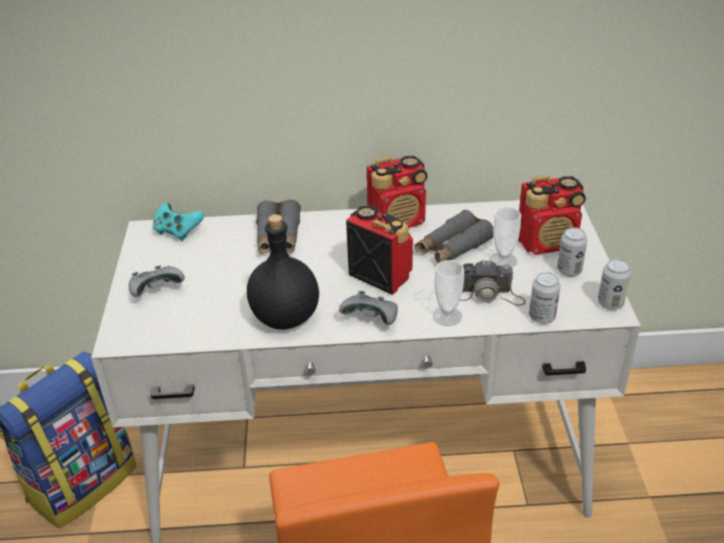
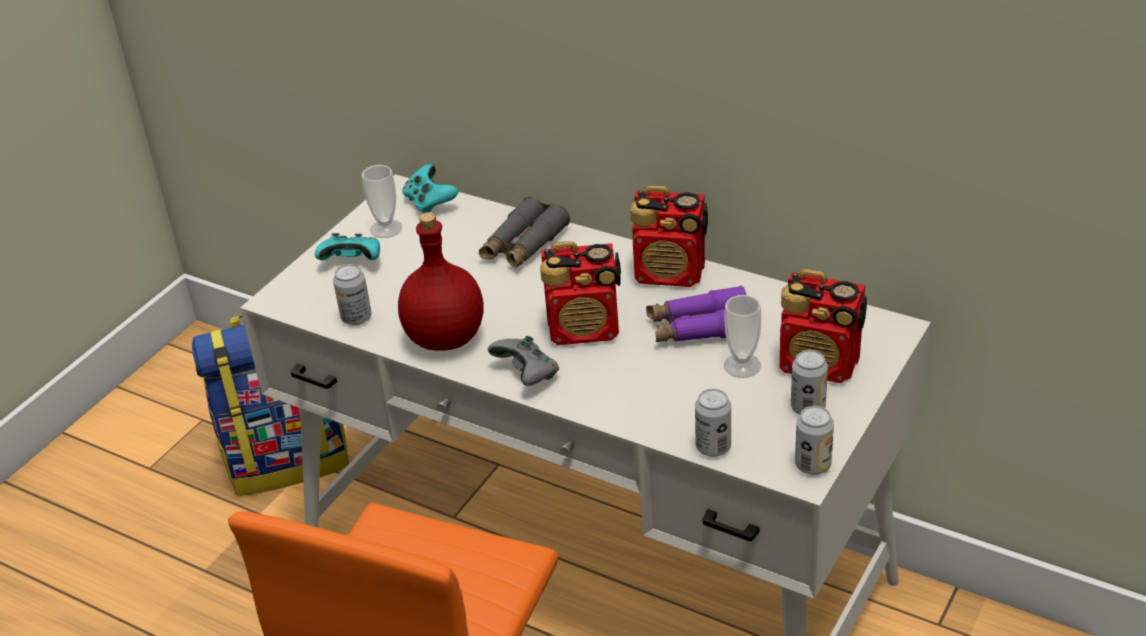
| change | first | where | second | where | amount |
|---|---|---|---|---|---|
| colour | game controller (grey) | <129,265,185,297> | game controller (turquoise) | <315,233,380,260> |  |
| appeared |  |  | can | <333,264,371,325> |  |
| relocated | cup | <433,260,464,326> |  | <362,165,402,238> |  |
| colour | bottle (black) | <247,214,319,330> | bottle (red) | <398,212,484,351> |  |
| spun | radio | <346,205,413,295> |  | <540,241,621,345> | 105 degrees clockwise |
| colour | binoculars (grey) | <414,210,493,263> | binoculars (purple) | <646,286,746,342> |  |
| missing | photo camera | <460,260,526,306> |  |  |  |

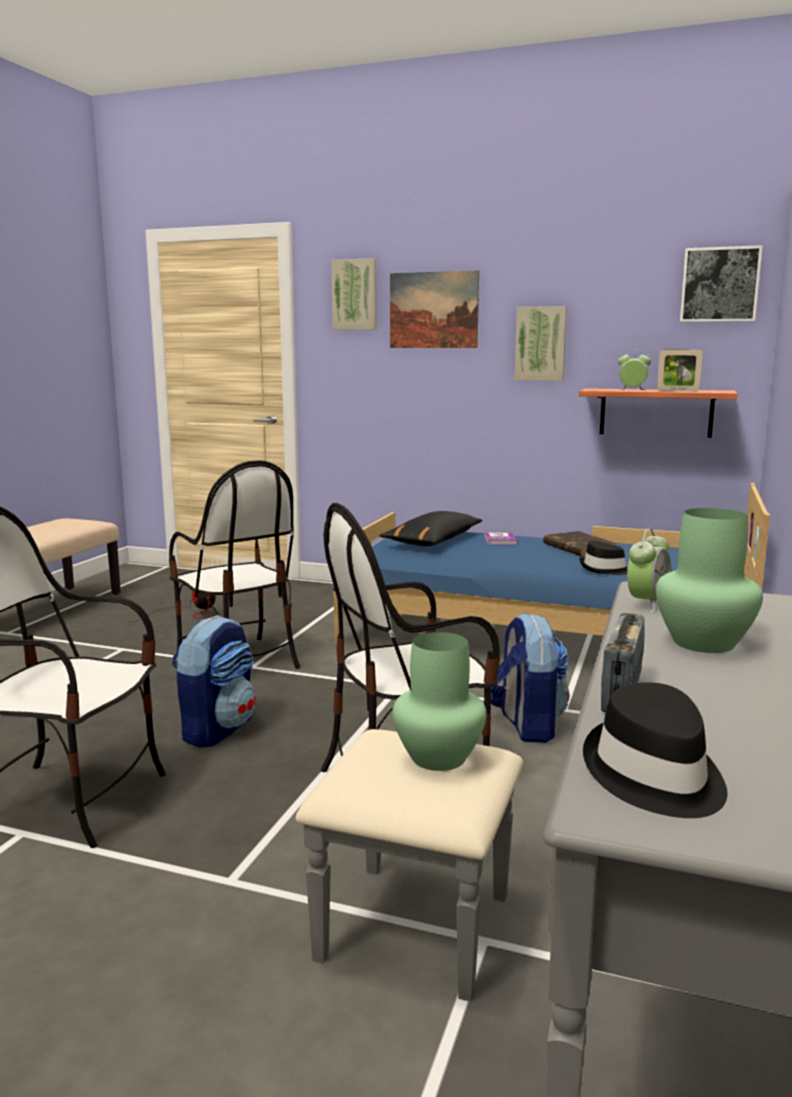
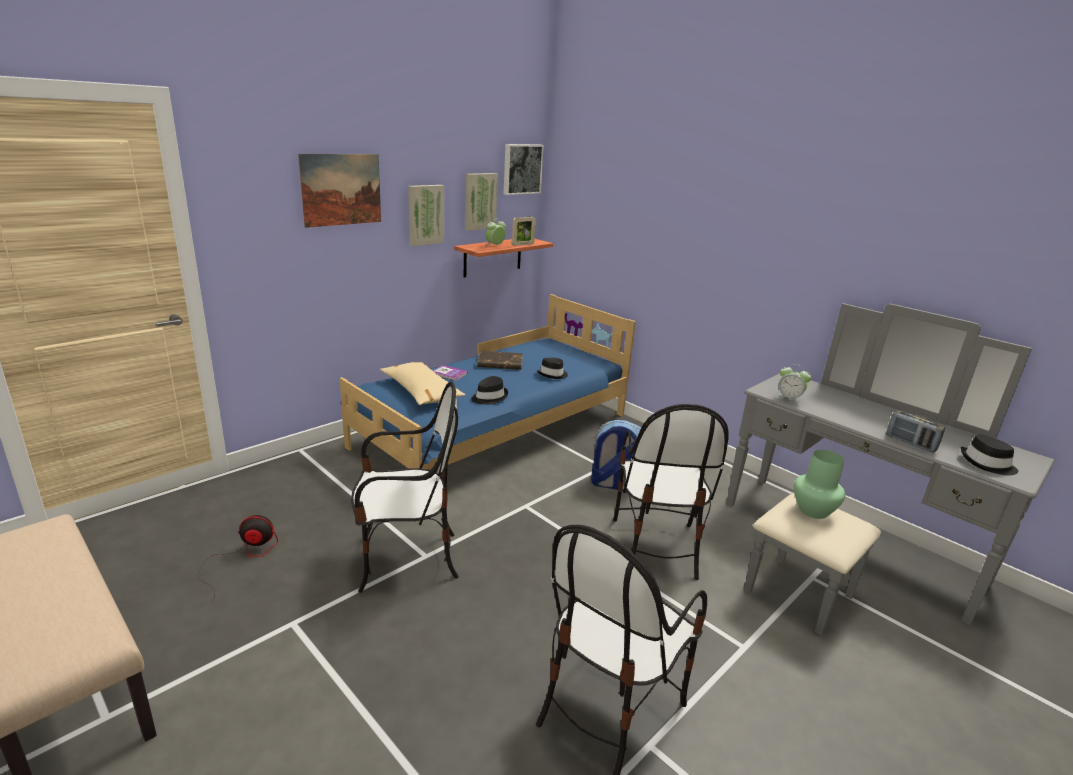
| change | first | where | second | where | amount |
|---|---|---|---|---|---|
| colour | pillow (black) | <379,511,483,546> | pillow (beige) | <380,362,465,405> |  |
| relocated | picture | <331,258,377,330> |  | <465,173,498,231> |  |
| appeared |  |  | hat (black) | <471,376,508,405> |  |
| spun | alarm clock | <627,529,671,613> |  | <776,364,811,405> | 150 degrees clockwise |
| missing | backpack | <172,615,256,748> |  |  |  |
| missing | vase (green) | <656,508,763,653> |  |  |  |

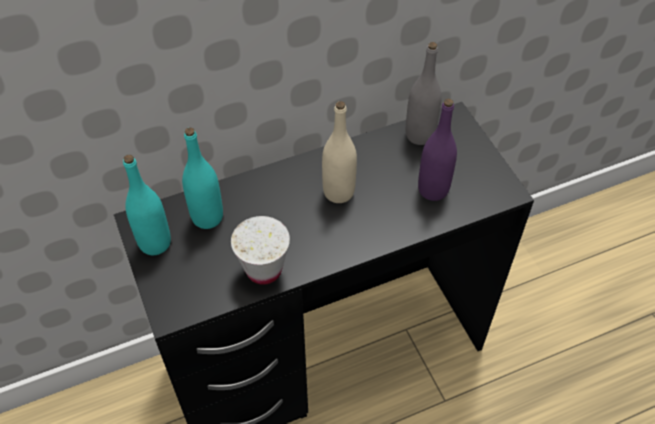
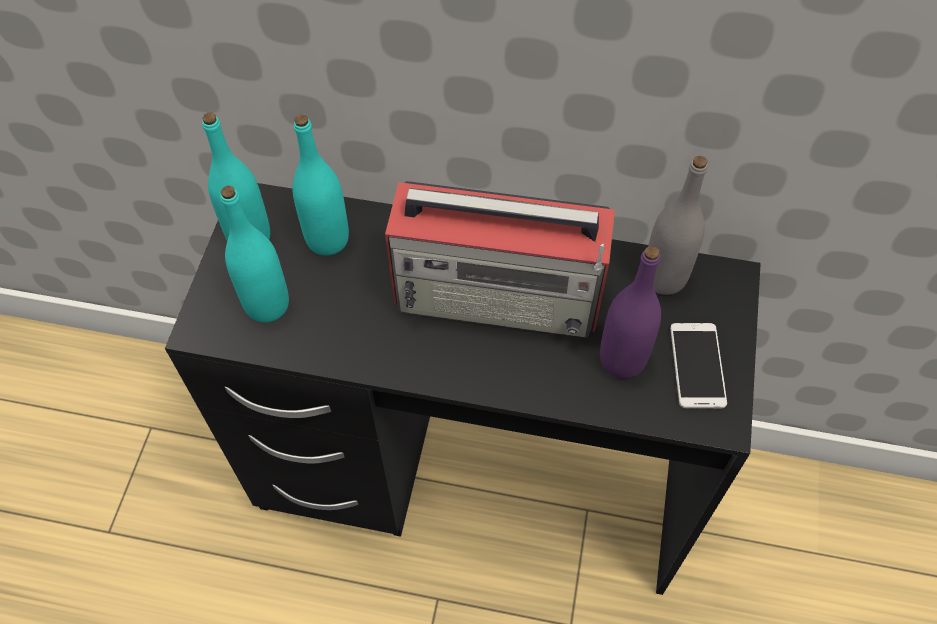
| change | first | where | second | where | amount |
|---|---|---|---|---|---|
| appeared |  |  | bottle (turquoise) | <221,186,289,322> |  |
| exchanged | bottle (beige) | <322,101,357,203> | radio | <385,181,615,338> |  |
| appeared |  |  | phone | <670,323,727,408> |  |
| missing | cup (white) | <231,216,290,285> |  |  |  |

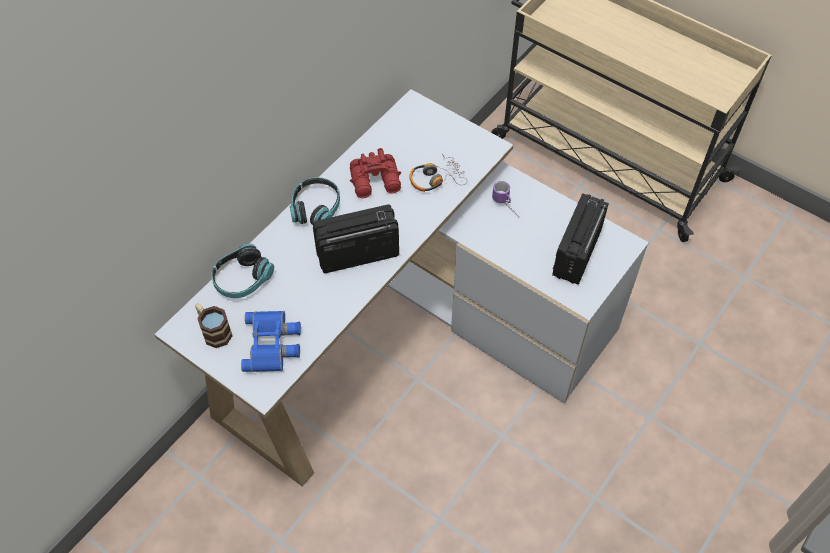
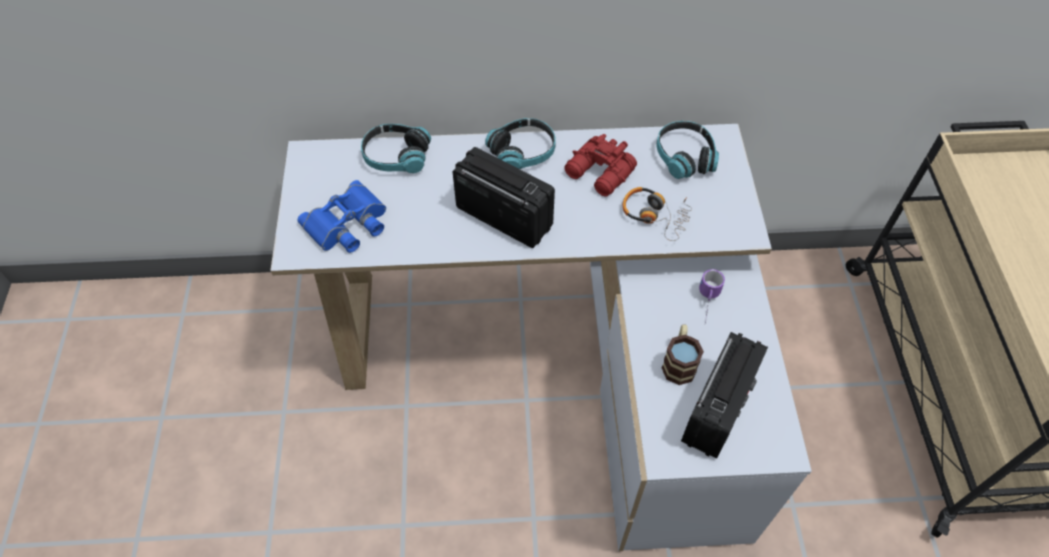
| change | first | where | second | where | amount |
|---|---|---|---|---|---|
| appeared |  |  | headphones | <656,121,719,179> |  |
| relocated | mug | <195,304,233,348> |  | <662,324,704,385> |  |
| spun | radio | <552,193,609,285> |  | <681,332,768,459> | 135 degrees clockwise |

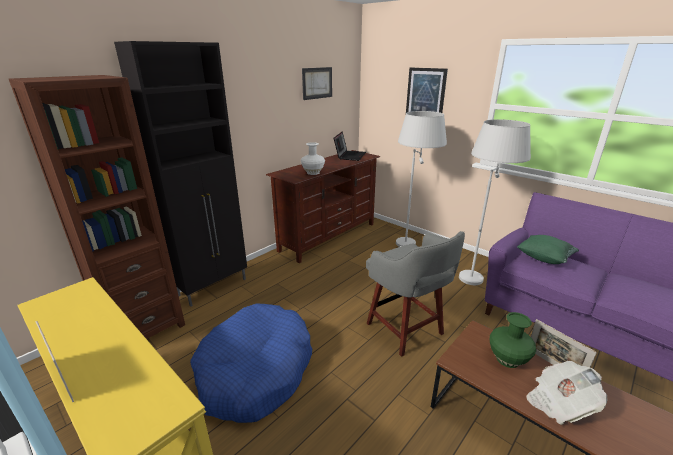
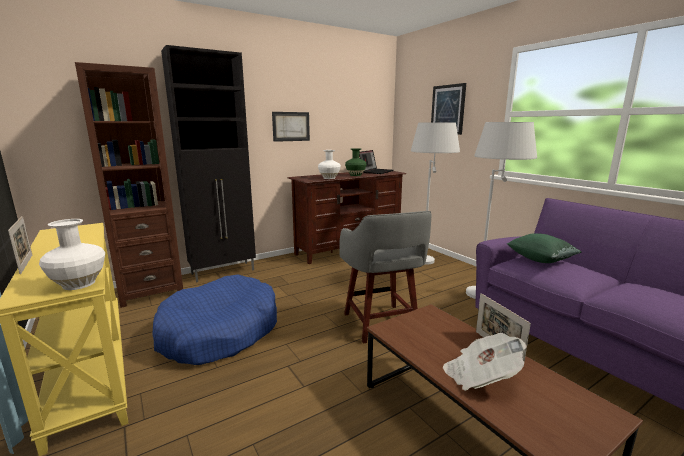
| change | first | where | second | where | amount |
|---|---|---|---|---|---|
| appeared |  |  | vase (white) | <39,219,105,290> |  |
| relocated | picture | <302,67,332,100> |  | <272,112,310,142> |  |
| relocated | vase (green) | <490,312,536,368> |  | <345,148,367,176> |  |

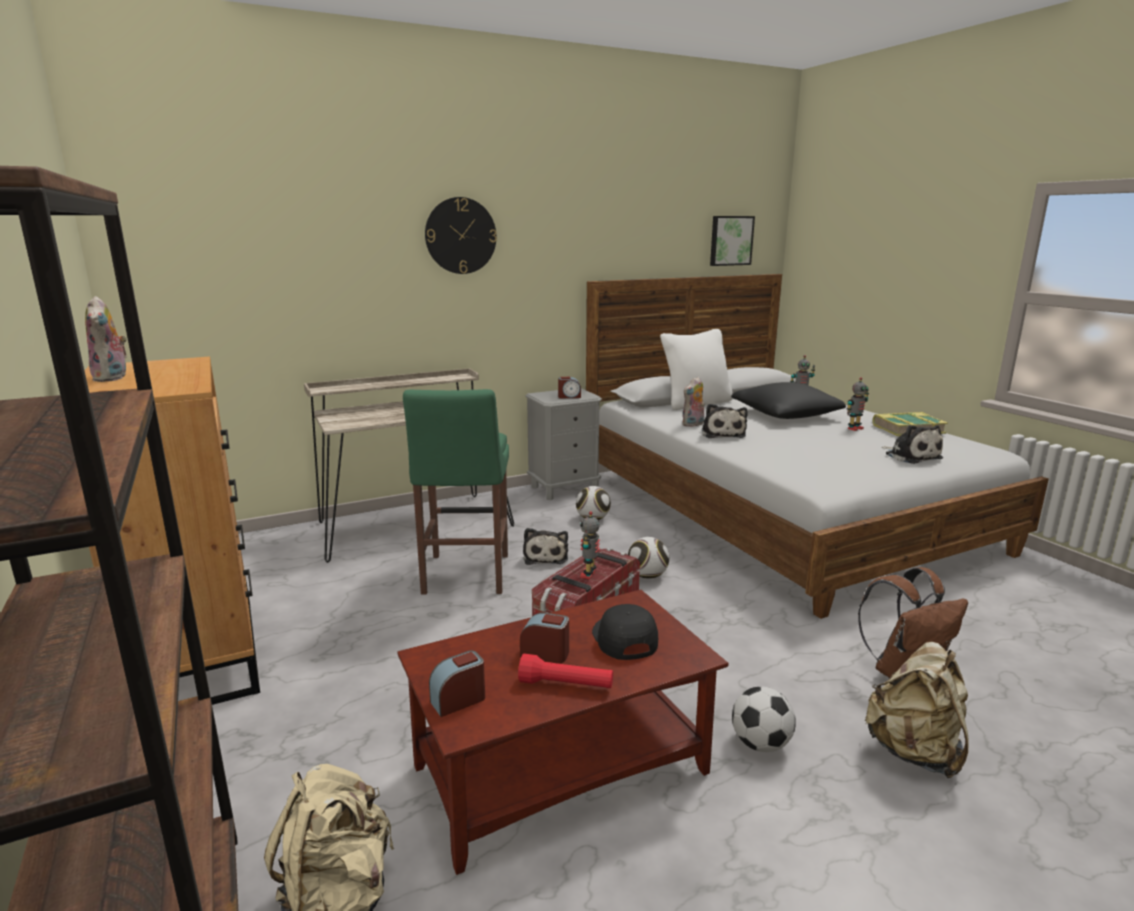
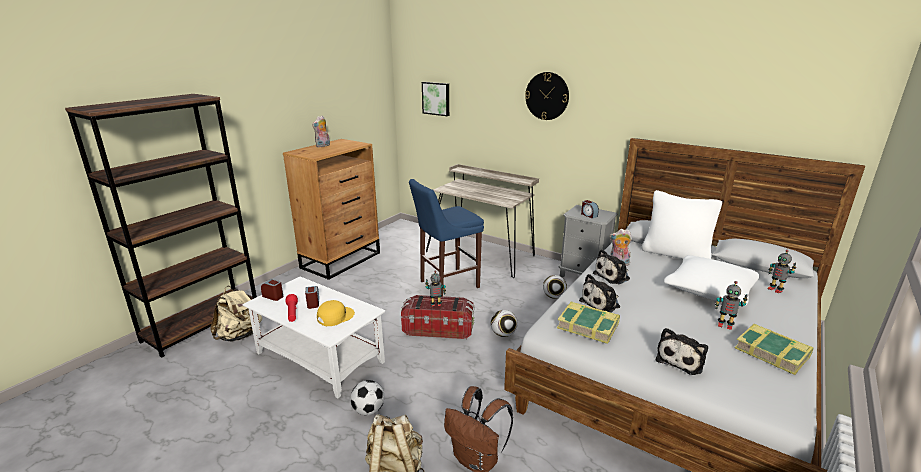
| change | first | where | second | where | amount |
|---|---|---|---|---|---|
| colour | coffee table (brown) | <397,590,728,875> | coffee table (white) | <243,277,386,398> |  |
| colour | cap (black) | <592,604,658,660> | cap (yellow) | <317,300,355,326> |  |
| colour | stool (green) | <403,389,509,595> | stool (blue) | <409,179,484,296> |  |
| relocated | picture | <710,216,755,266> |  | <422,82,449,116> |  |
| appeared |  |  | book | <557,302,620,344> |  |
| relocated | plush toy | <523,528,568,565> |  | <579,274,620,313> |  |
| colour | pillow (black) | <731,382,846,419> | pillow (white) | <664,255,760,306> |  |

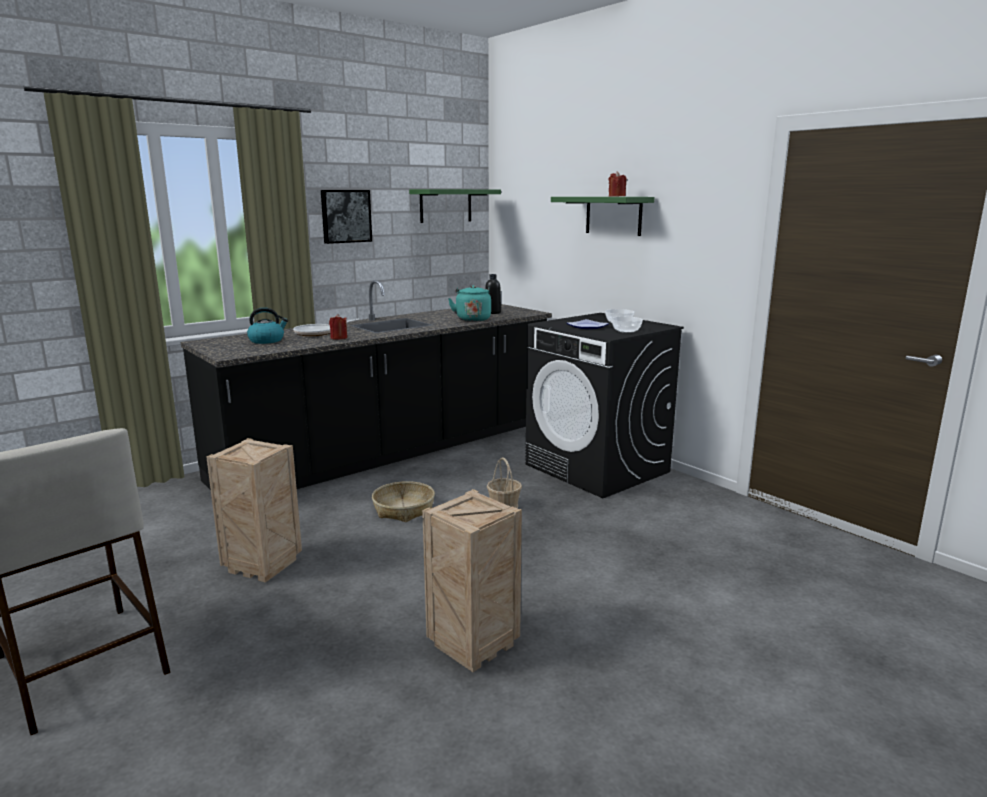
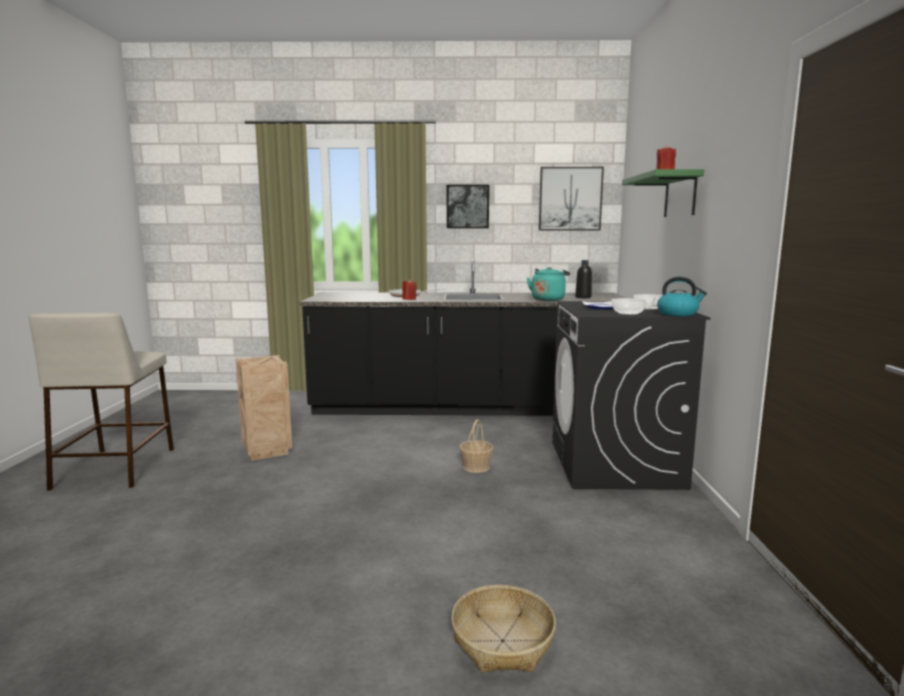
| change | first | where | second | where | amount |
|---|---|---|---|---|---|
| relocated | basket | <372,481,435,522> |  | <451,585,556,672> |  |
| exchanged | shelf (green) | <409,189,501,223> | picture | <539,167,604,230> |  |
| relocated | kettle | <247,307,288,344> |  | <657,276,707,316> |  |
| missing | crate | <422,489,522,672> |  |  |  |

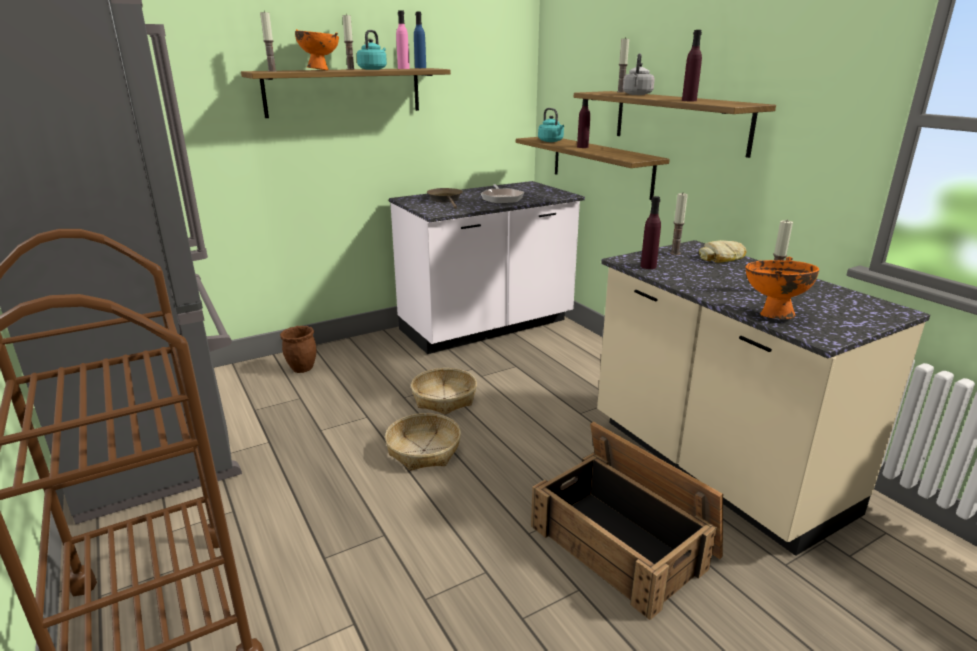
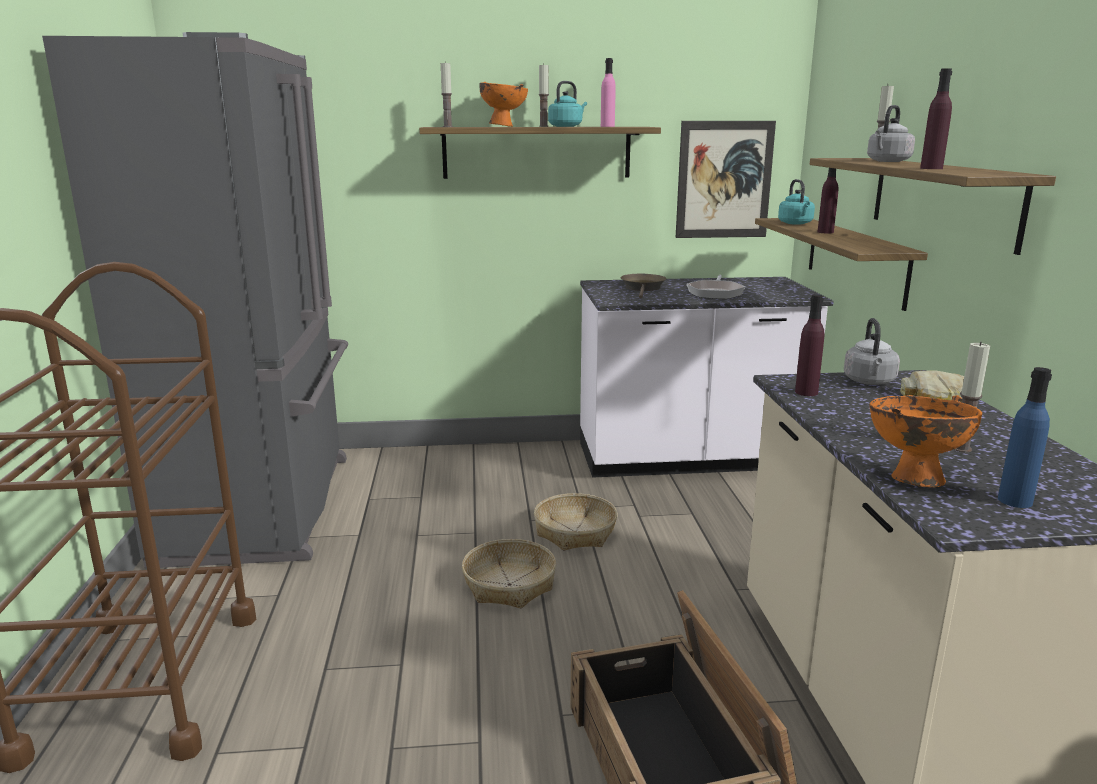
| change | first | where | second | where | amount |
|---|---|---|---|---|---|
| appeared |  |  | picture | <676,121,776,238> |  |
| exchanged | candle | <670,193,688,255> | kettle (grey) | <844,318,900,385> |  |
| relocated | bottle (blue) | <414,12,426,68> |  | <998,367,1052,508> |  |
| missing | planter (brown) | <280,326,316,373> |  |  |  |

